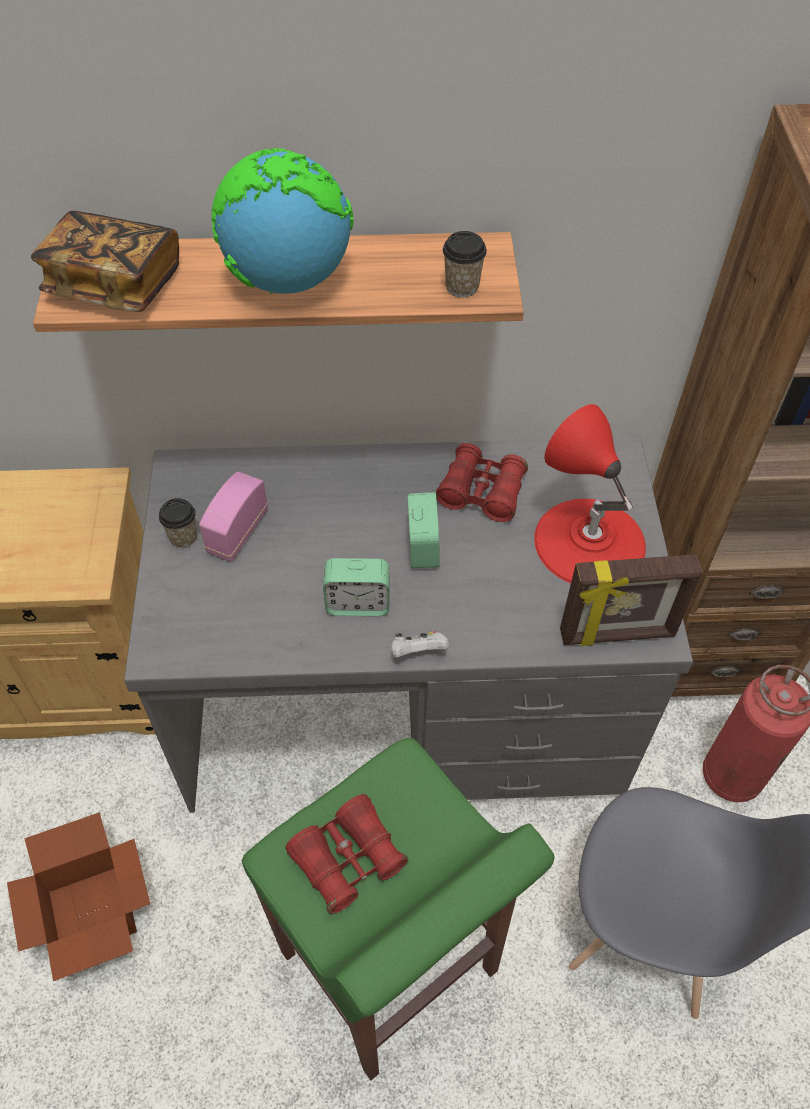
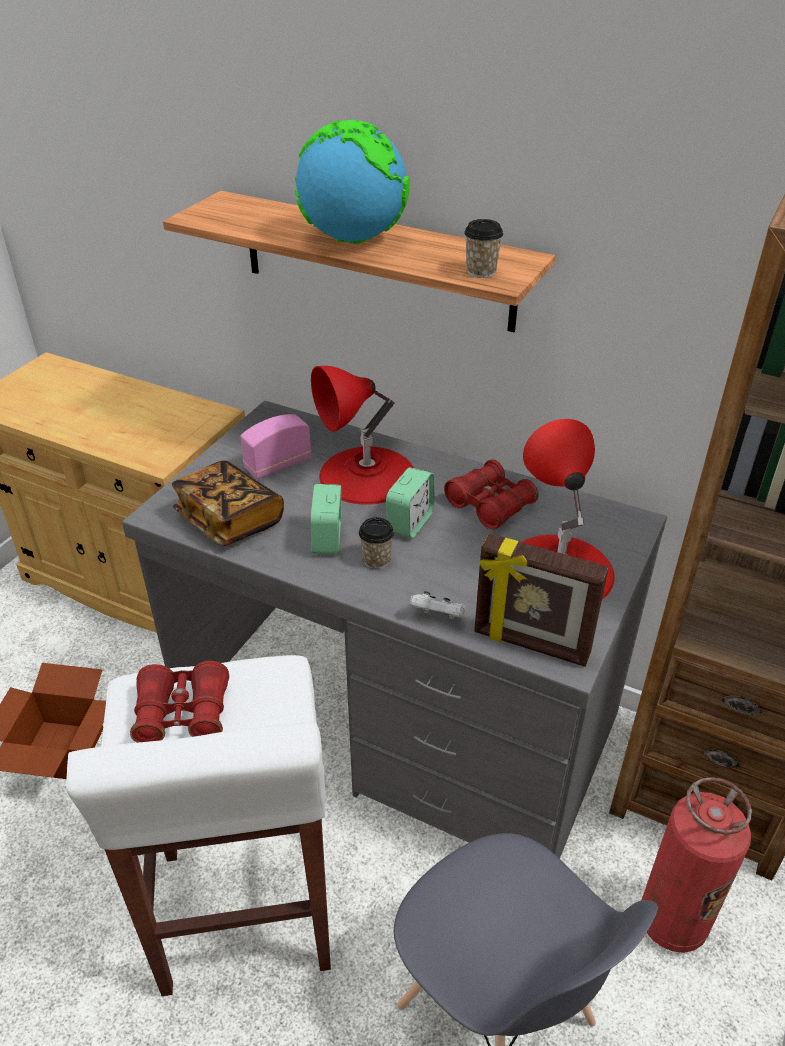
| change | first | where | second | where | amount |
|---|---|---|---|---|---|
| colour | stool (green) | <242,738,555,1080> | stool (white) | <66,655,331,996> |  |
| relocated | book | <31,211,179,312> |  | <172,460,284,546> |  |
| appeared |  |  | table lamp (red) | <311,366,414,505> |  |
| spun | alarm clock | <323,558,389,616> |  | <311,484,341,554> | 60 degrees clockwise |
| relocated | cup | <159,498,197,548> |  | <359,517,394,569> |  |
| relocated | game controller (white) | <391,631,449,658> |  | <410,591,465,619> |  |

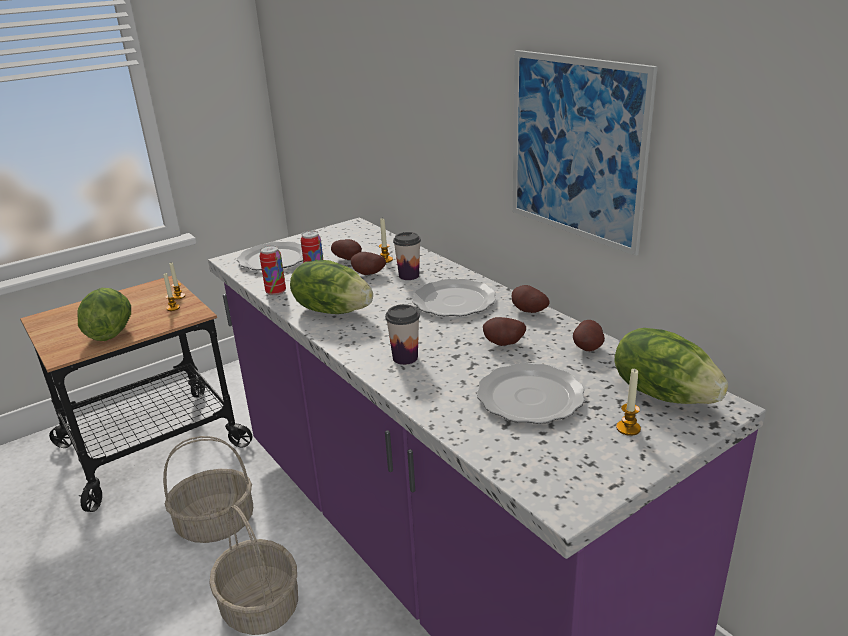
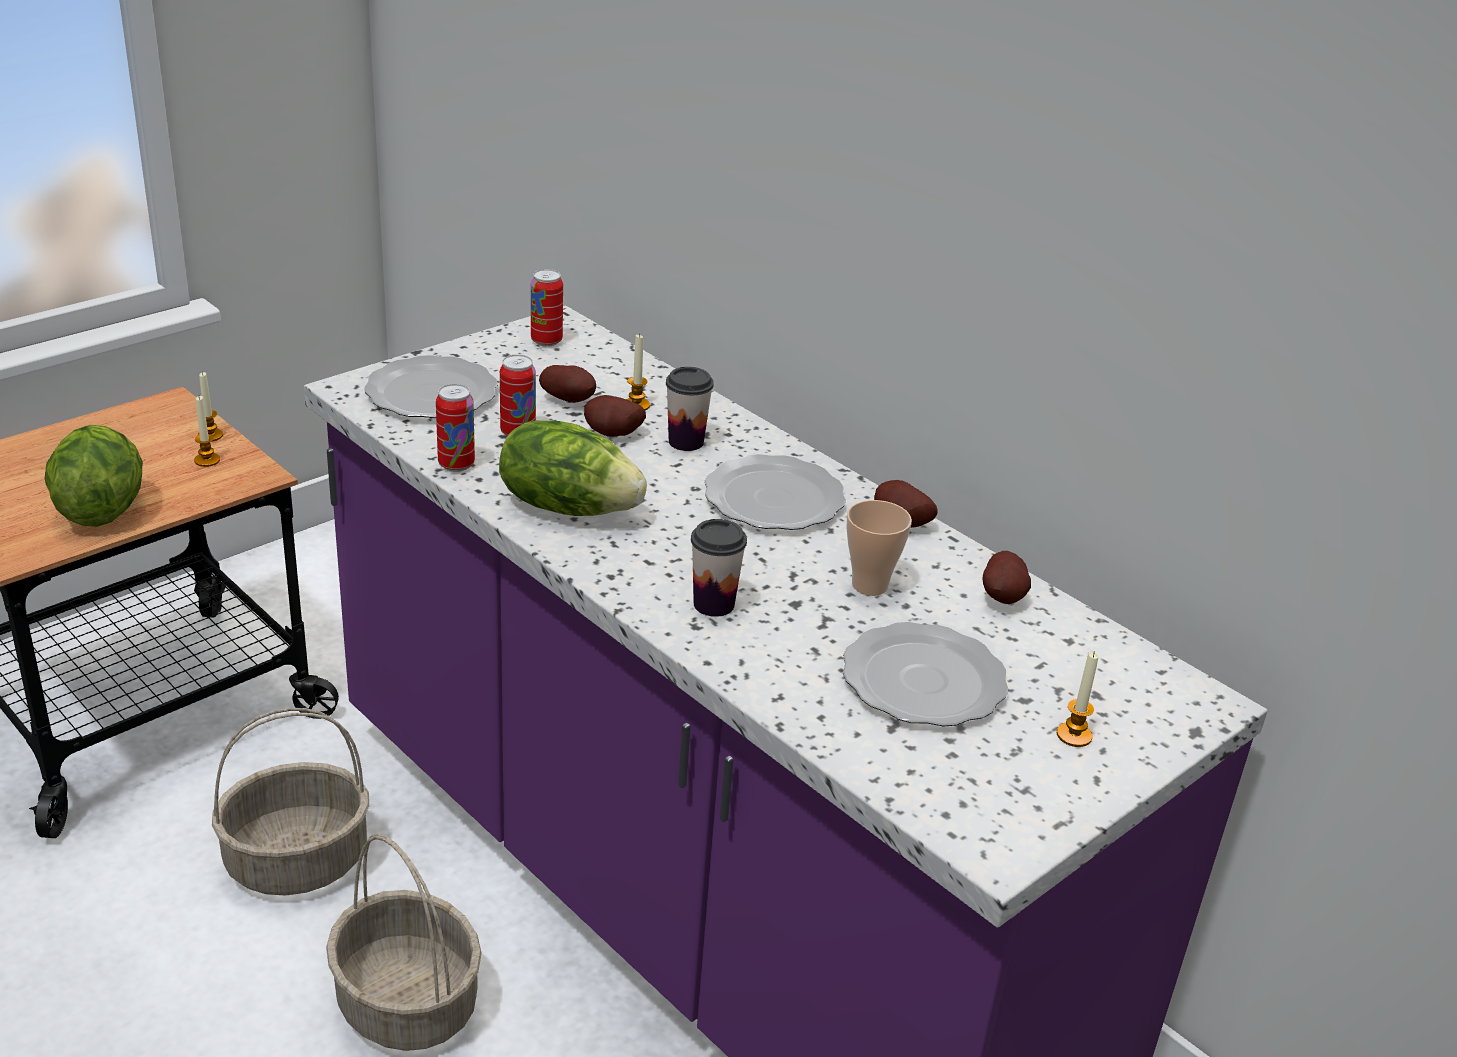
| change | first | where | second | where | amount |
|---|---|---|---|---|---|
| appeared |  |  | can | <531,269,563,347> |  |
| exchanged | potato | <483,317,526,346> | cup | <847,500,912,596> |  |
| missing | picture | <513,50,658,256> |  |  |  |
| missing | lettuce | <614,328,728,404> |  |  |  |

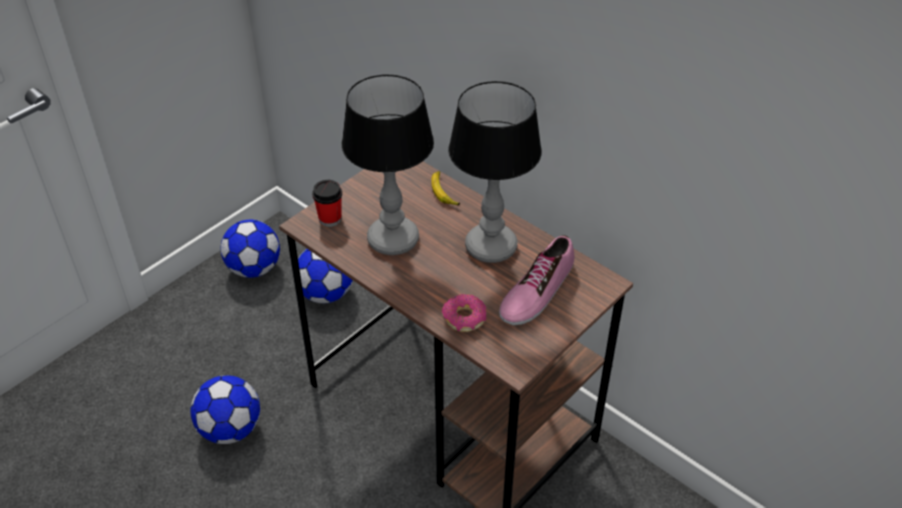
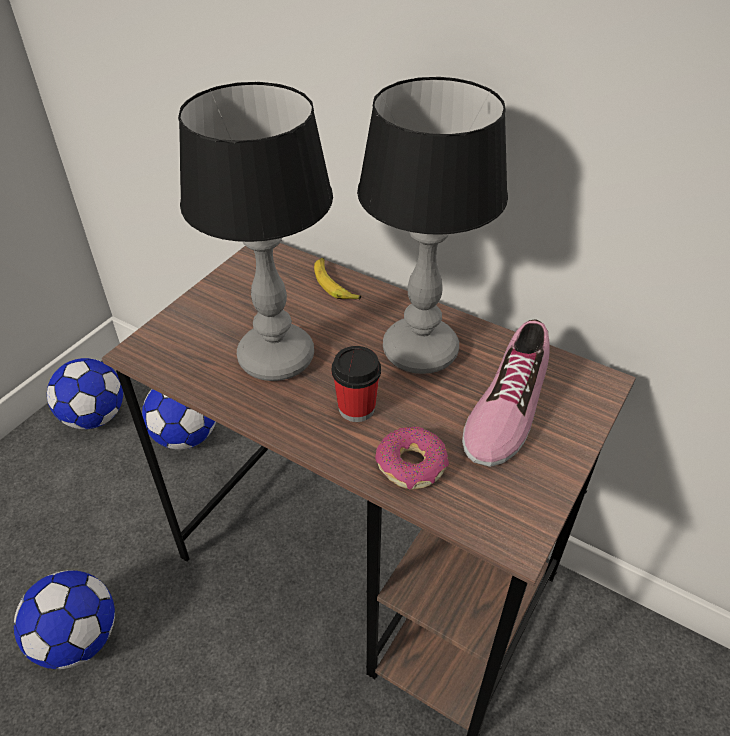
| change | first | where | second | where | amount |
|---|---|---|---|---|---|
| relocated | cup | <312,180,342,227> |  | <332,346,381,422> |  |

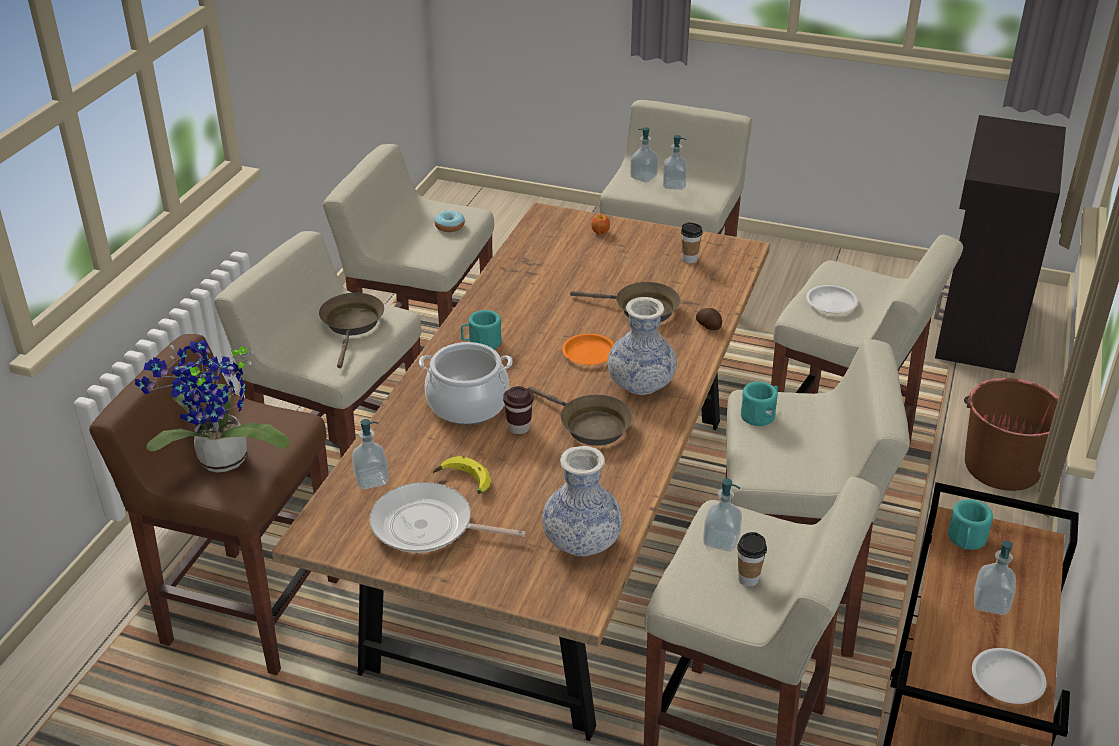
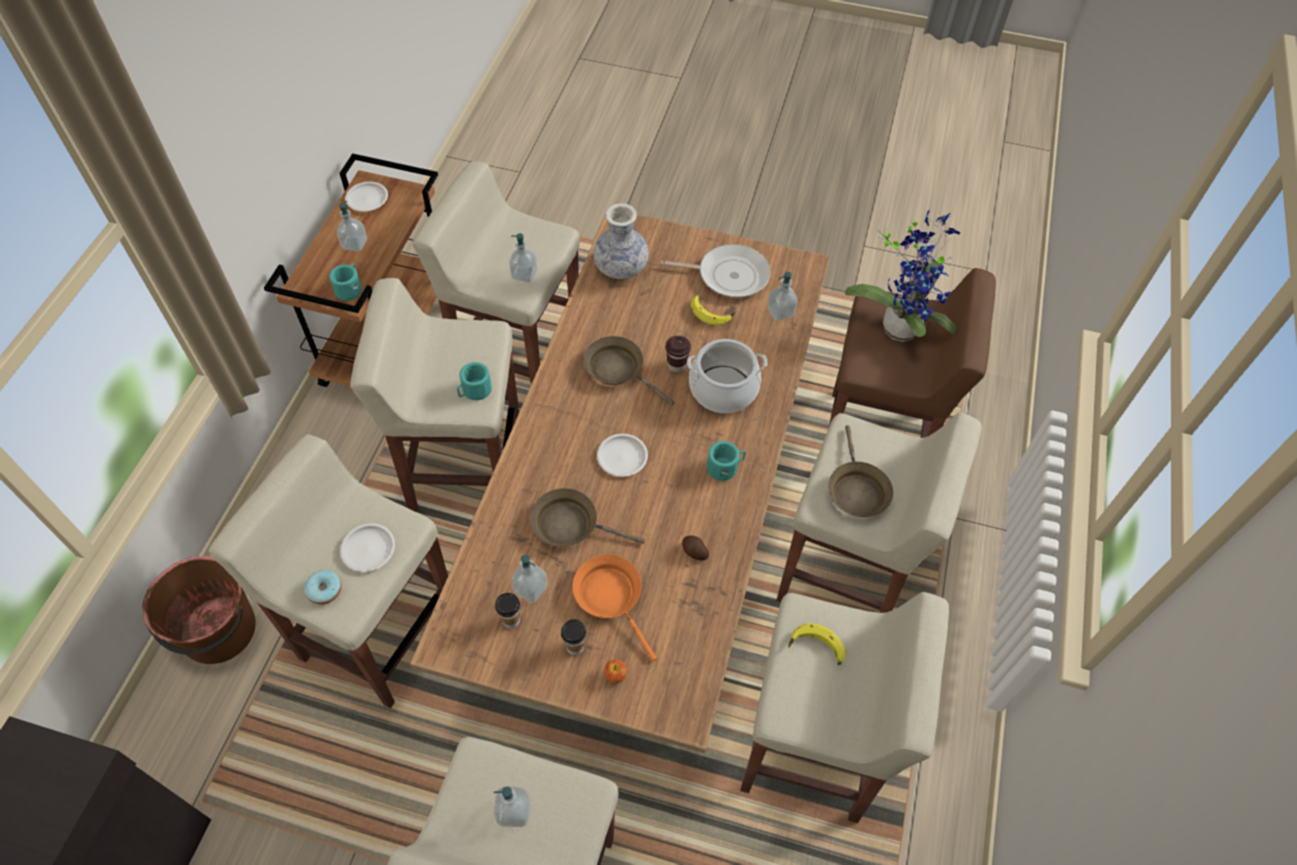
| change | first | where | second | where | amount |
|---|---|---|---|---|---|
| relocated | donut | <434,210,465,232> |  | <304,570,342,605> |  |
| relocated | soap dispenser | <630,127,658,183> |  | <511,555,548,603> |  |
| relocated | cup | <737,532,767,587> |  | <561,619,586,655> |  |
| appeared |  |  | frying pan (orange) | <572,554,657,661> |  |
| colour | plate (orange) | <562,334,614,365> | plate (white) | <597,434,648,477> |  |
| relocated | potato | <696,308,722,330> |  | <682,535,709,560> |  |
| appeared |  |  | banana | <788,623,846,665> |  |
| missing | vase | <608,297,677,395> |  |  |  |

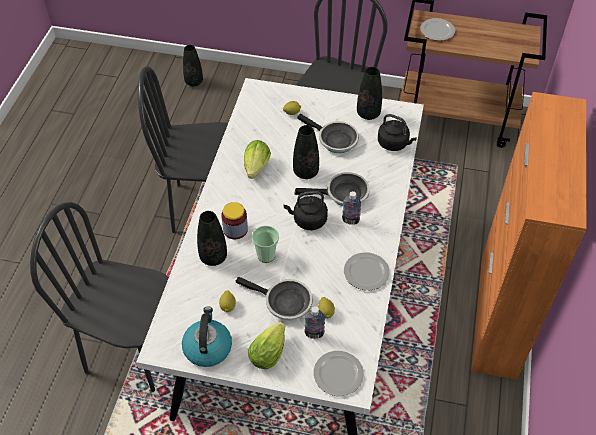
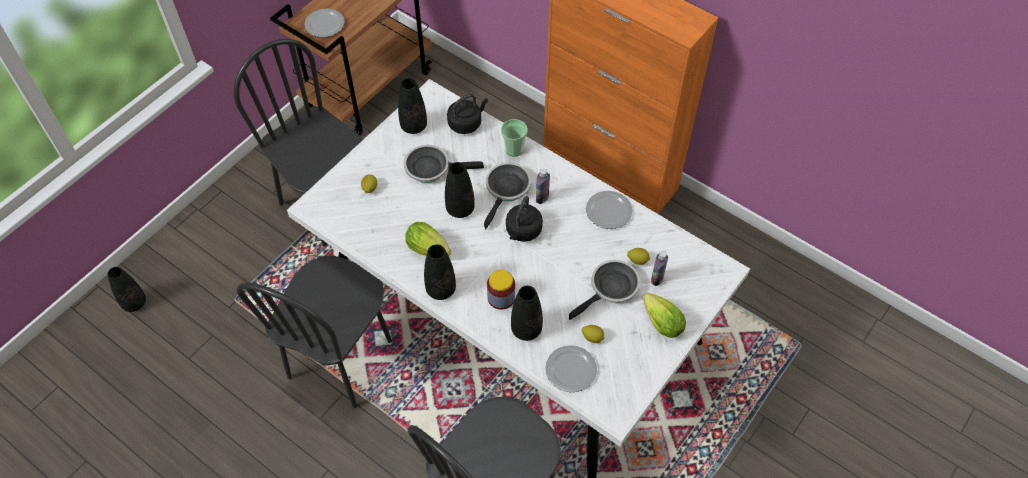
| change | first | where | second | where | amount |
|---|---|---|---|---|---|
| spun | frying pan | <297,114,359,153> |  | <404,145,484,183> | 150 degrees counterclockwise |
| appeared |  |  | vase (black) | <424,244,456,300> |  |
| relocated | cup | <252,226,279,263> |  | <501,119,528,157> |  |
| relocated | plate | <313,351,364,396> |  | <545,345,597,392> |  |
| missing | kettle | <182,307,232,367> |  |  |  |

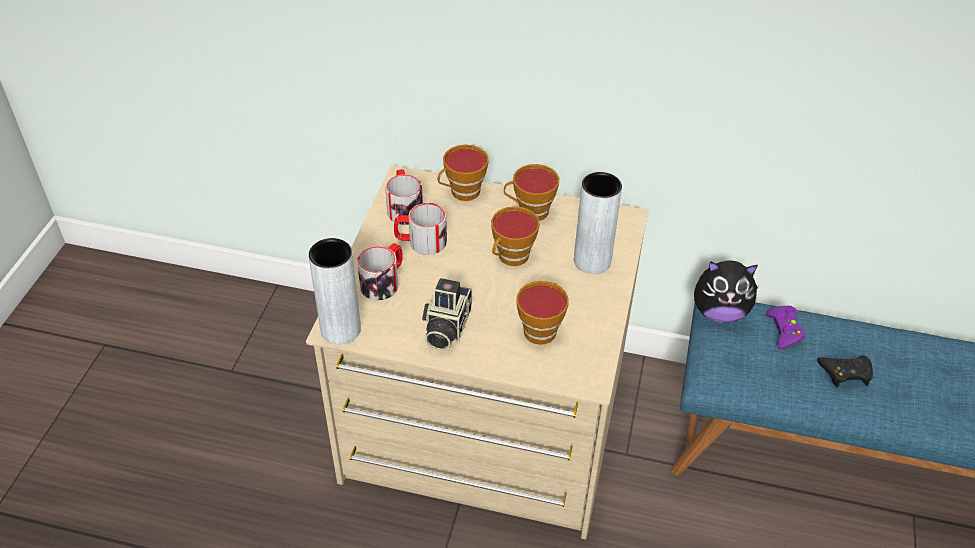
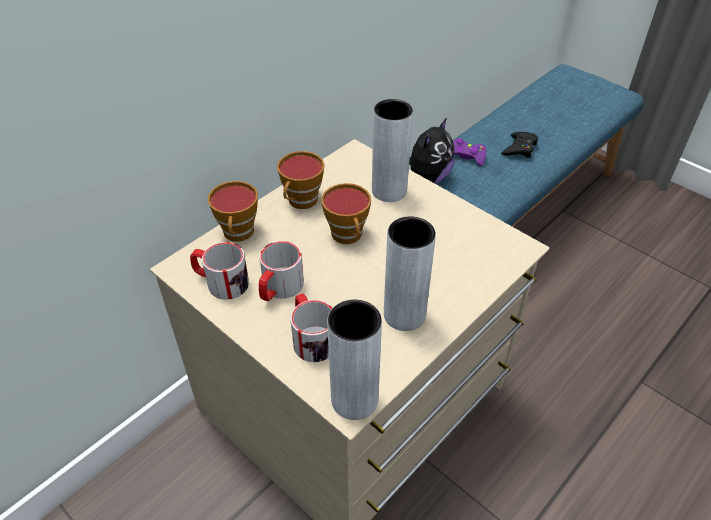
| change | first | where | second | where | amount |
|---|---|---|---|---|---|
| exchanged | photo camera | <422,278,472,351> | vase (grey) | <384,216,436,331> |  |
| missing | cup | <516,281,569,345> |  |  |  |

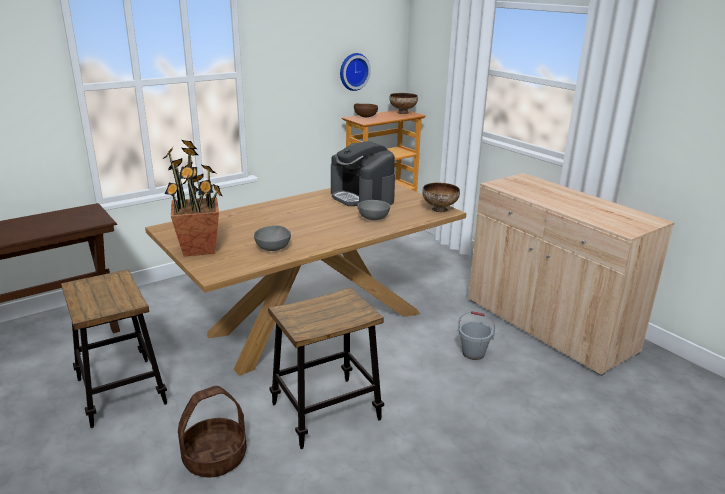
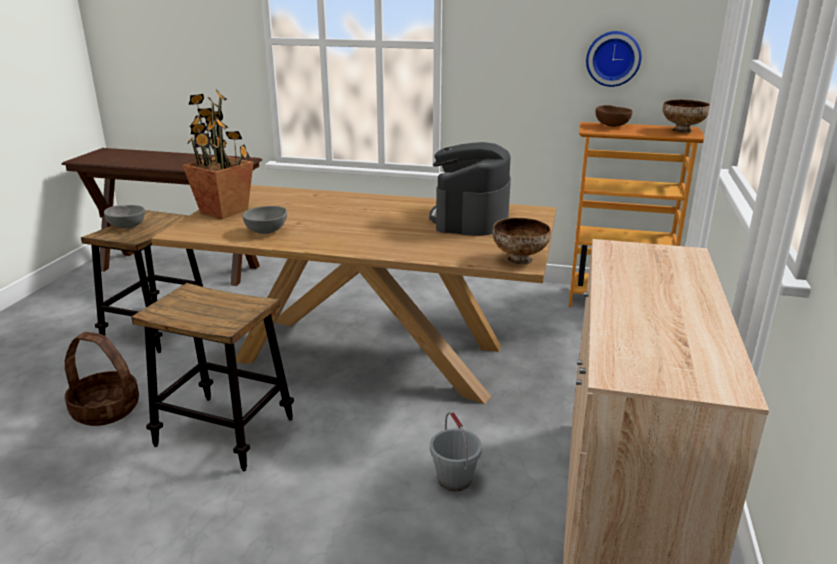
| change | first | where | second | where | amount |
|---|---|---|---|---|---|
| relocated | bowl (grey) | <358,200,390,220> |  | <104,205,145,228> |  |

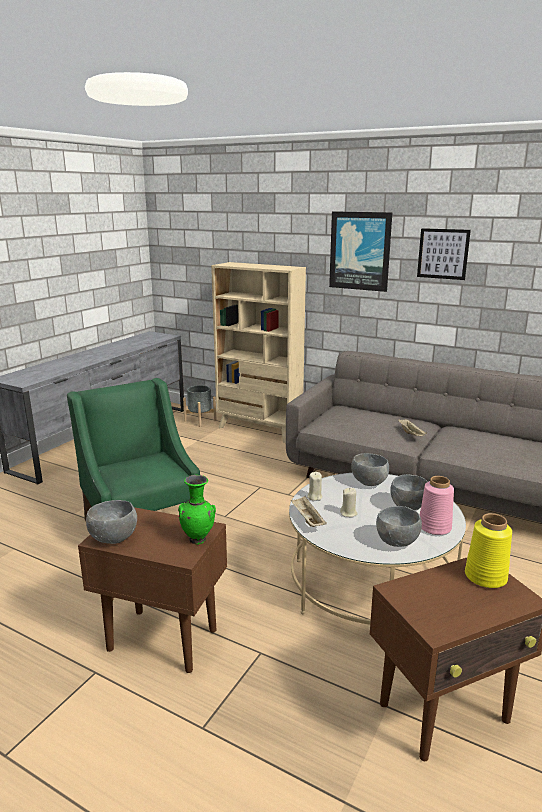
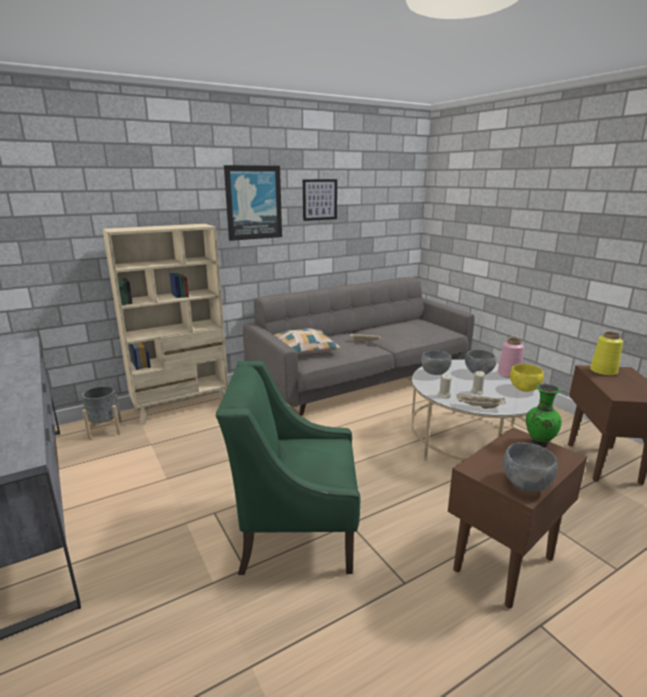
| change | first | where | second | where | amount |
|---|---|---|---|---|---|
| appeared |  |  | pillow | <274,328,340,355> |  |
| colour | bowl (grey) | <376,506,422,547> | bowl (yellow) | <510,364,544,392> |  |

